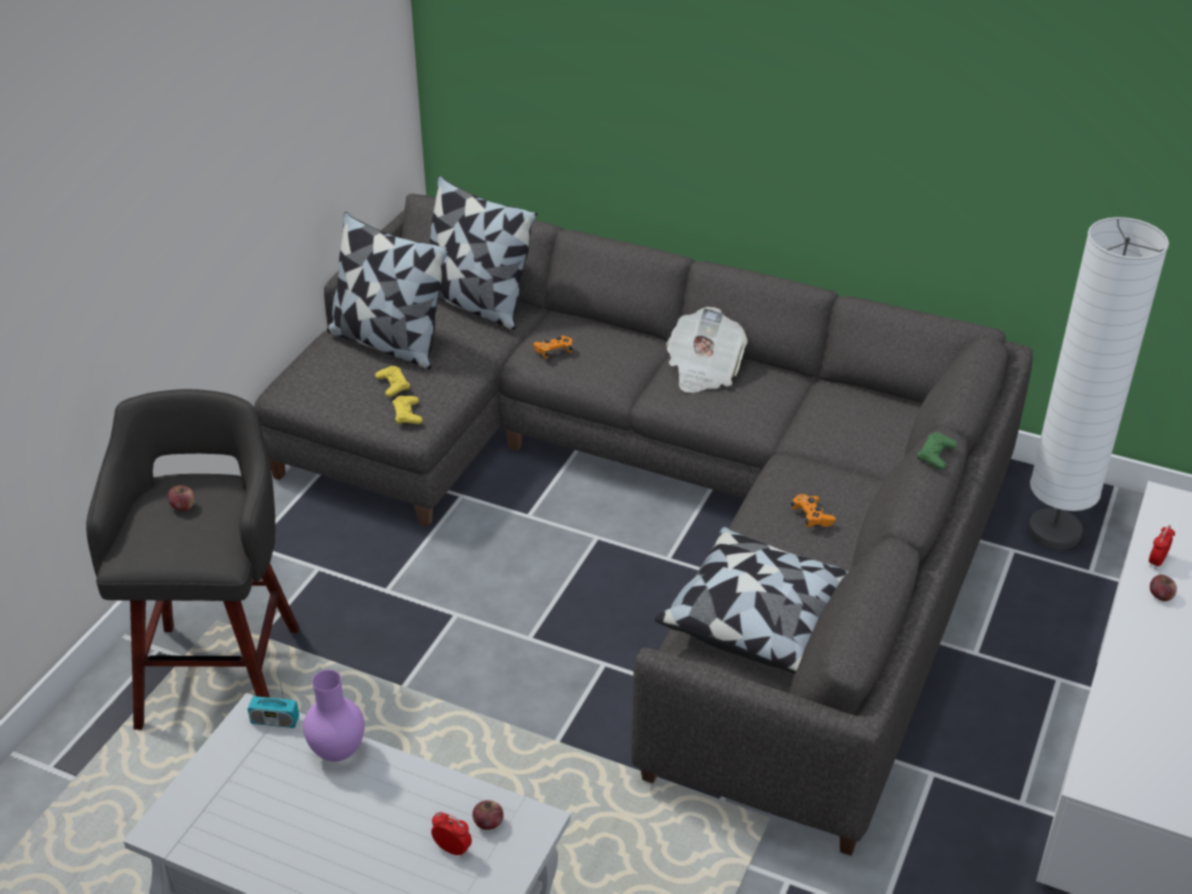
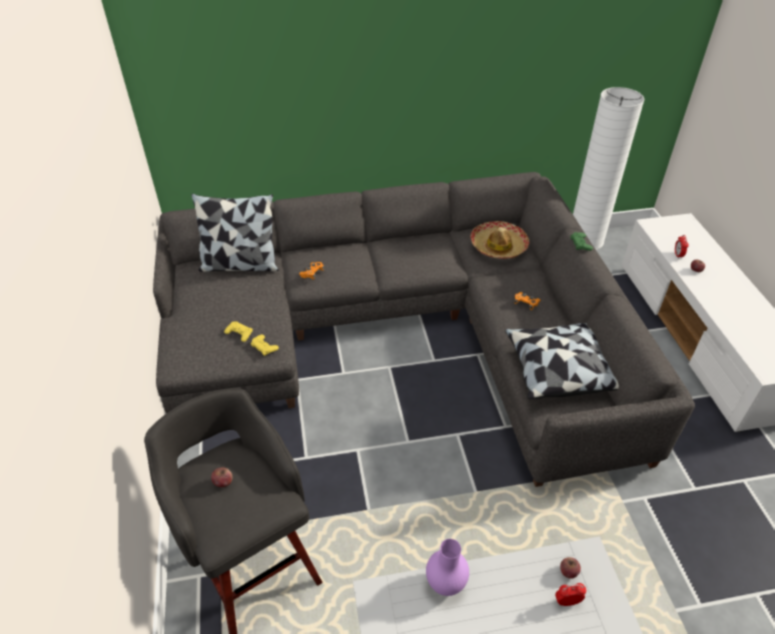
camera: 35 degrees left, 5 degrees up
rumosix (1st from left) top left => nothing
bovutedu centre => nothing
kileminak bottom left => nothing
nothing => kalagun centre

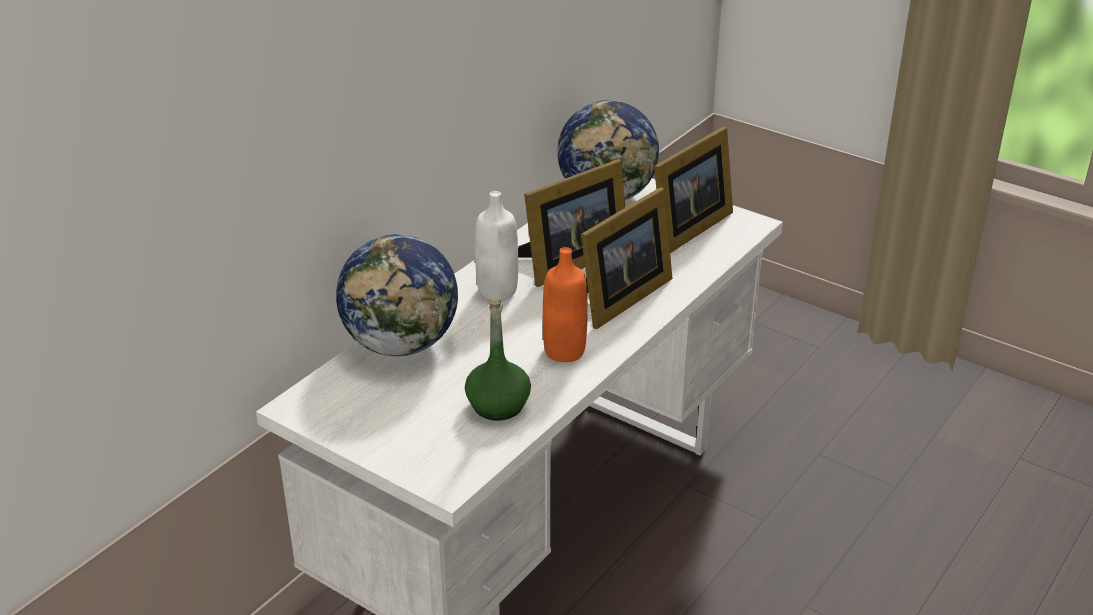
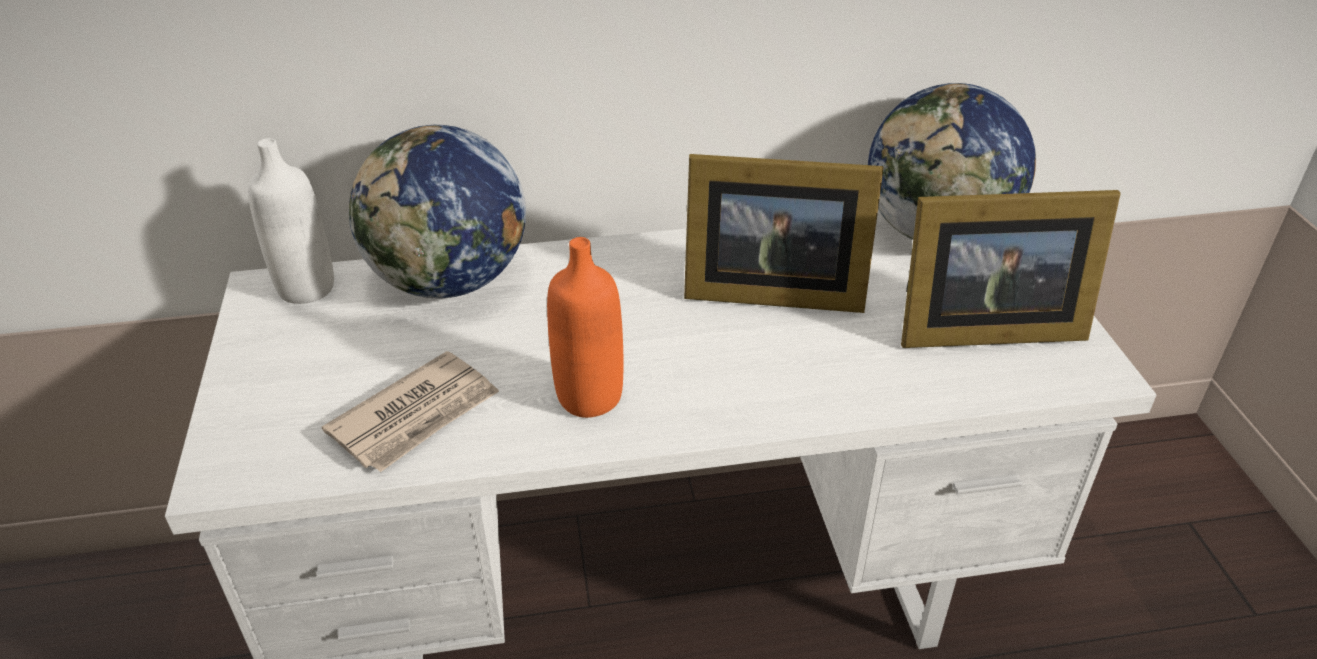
camera: 45 degrees right, 5 degrees up
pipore (2nd from left) centre => nothing
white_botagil centre => white_botagil middle left, move
green_botagil centre => bovutedu middle left

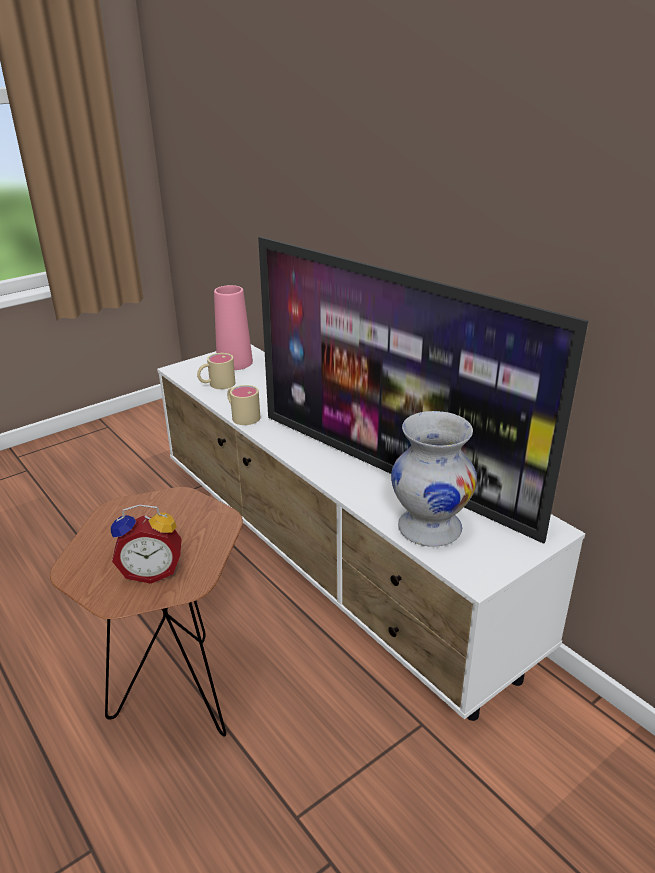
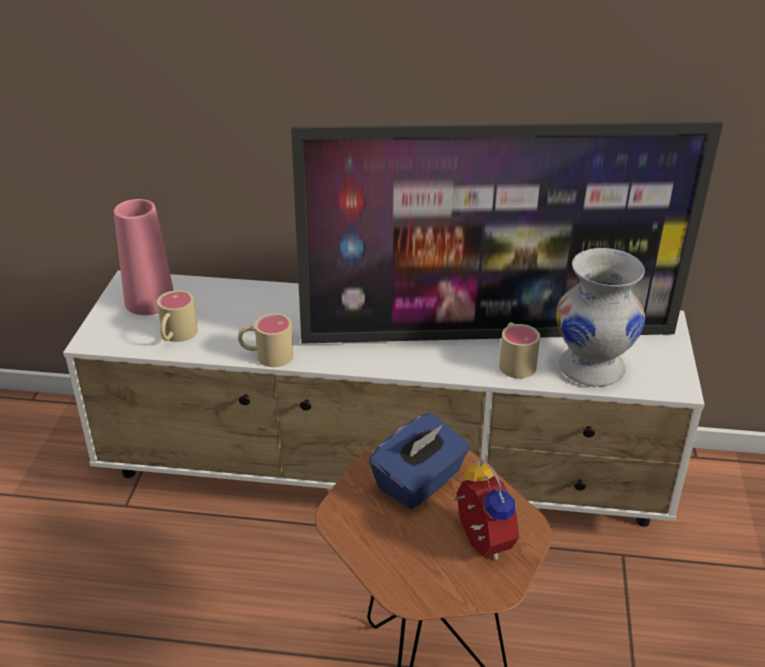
camera: 45 degrees left, 5 degrees up
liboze middle left => liboze bottom centre, 60 degrees counterclockwise
nothing => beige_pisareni (3rd from left) middle right
nothing => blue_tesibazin bottom centre

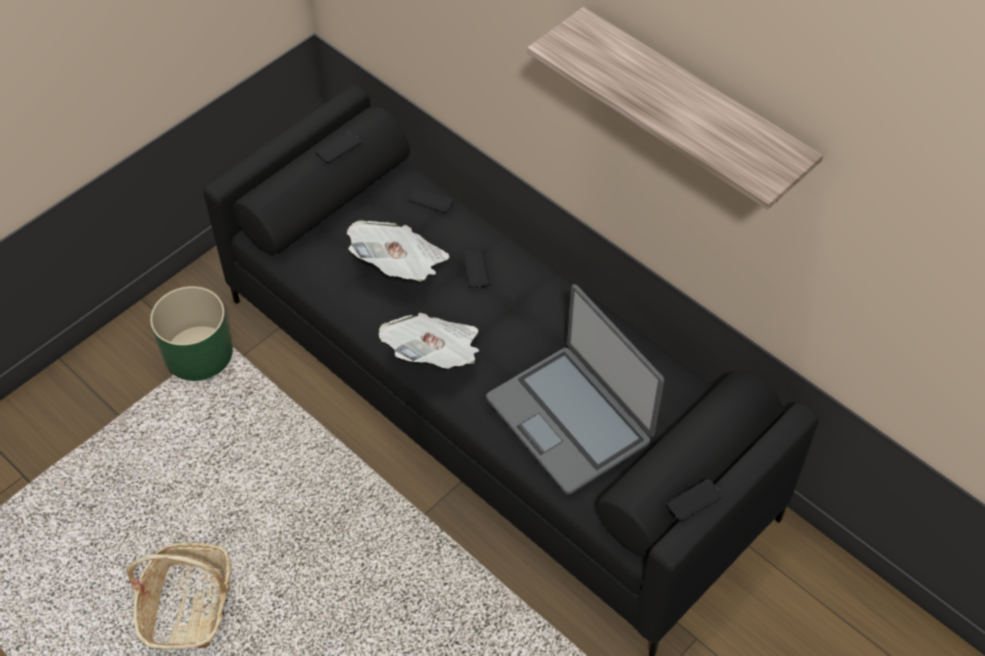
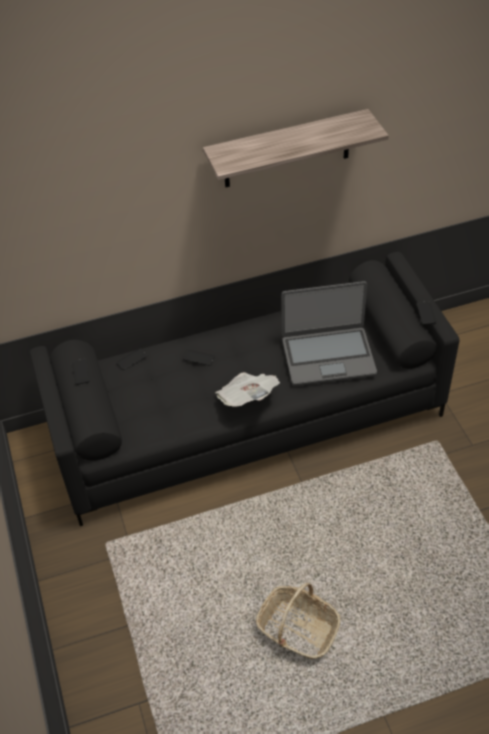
camera: 60 degrees left, 5 degrees down
bovutedu (1st from left) centre => nothing
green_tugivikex middle left => nothing

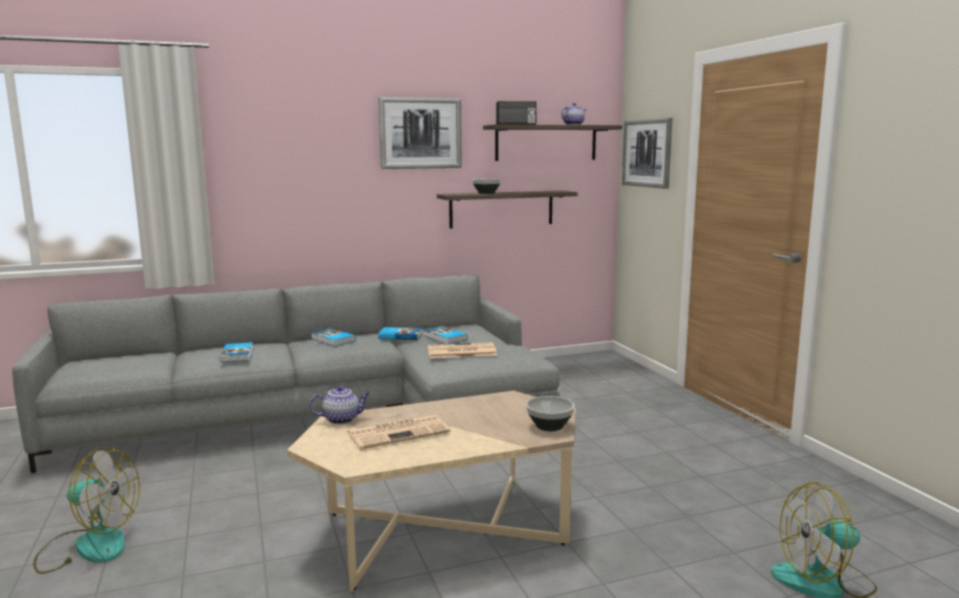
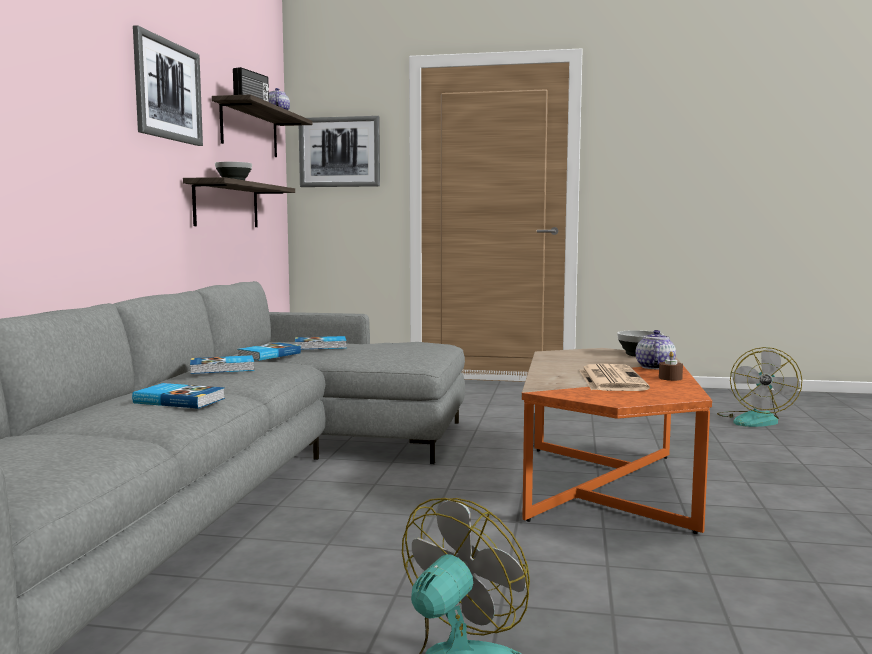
camera: 60 degrees left, 5 degrees down
bovutedu (2nd from left) centre => nothing
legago (1st from left in the first image) bottom centre => legago (2nd from left) middle right, move
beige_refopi bottom centre => orange_refopi bottom right
nothing => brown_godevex middle right

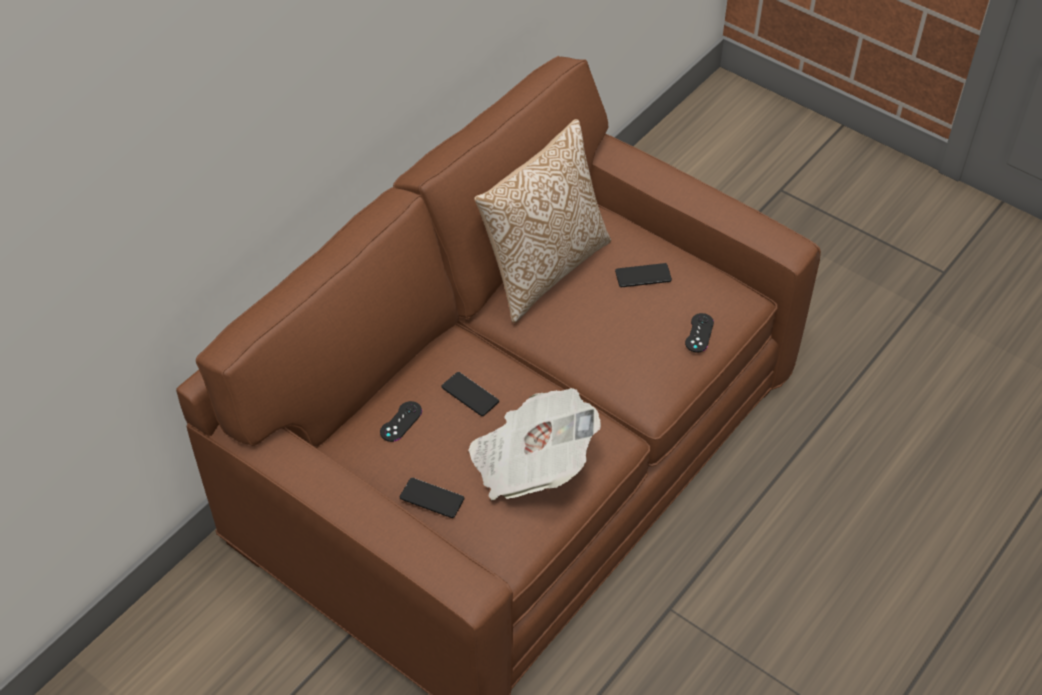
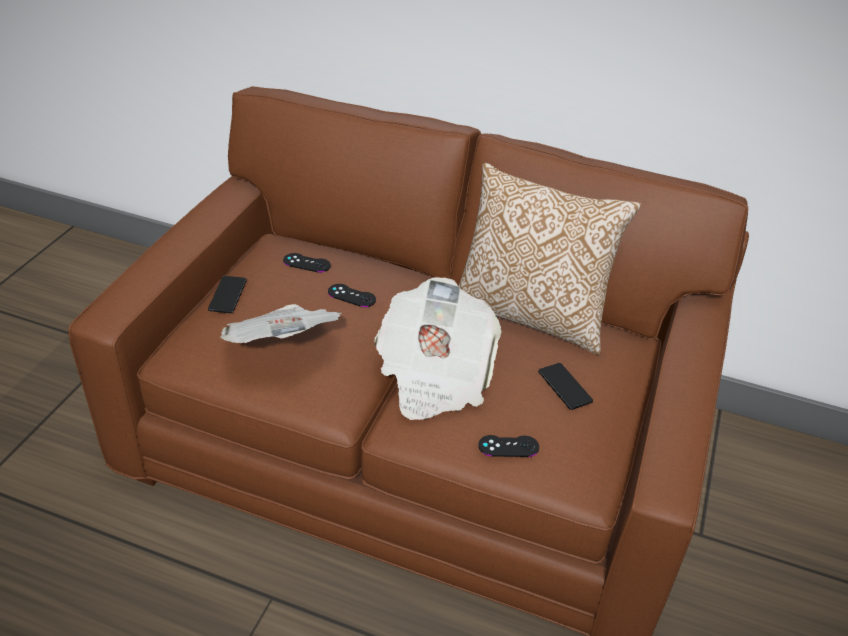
camera: 70 degrees right, 10 degrees down
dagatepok (2nd from left) centre => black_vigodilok (2nd from left) centre
nothing => bovutedu (2nd from left) centre

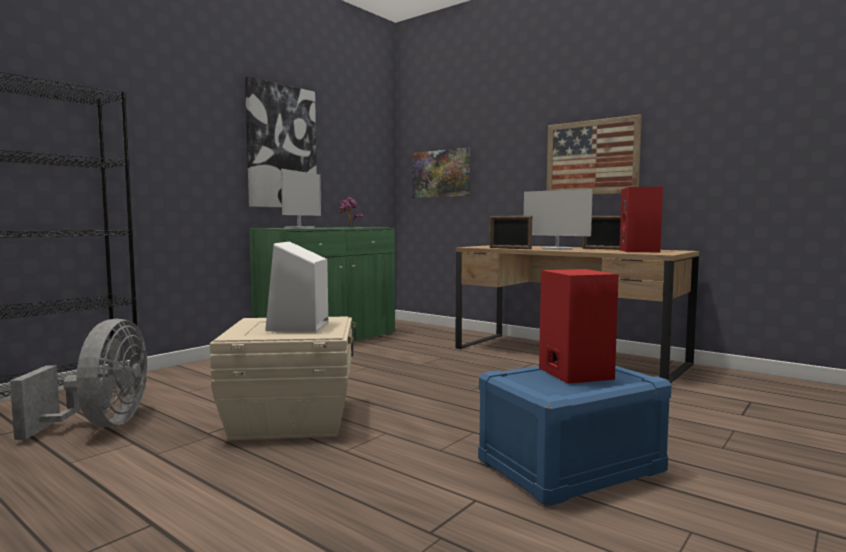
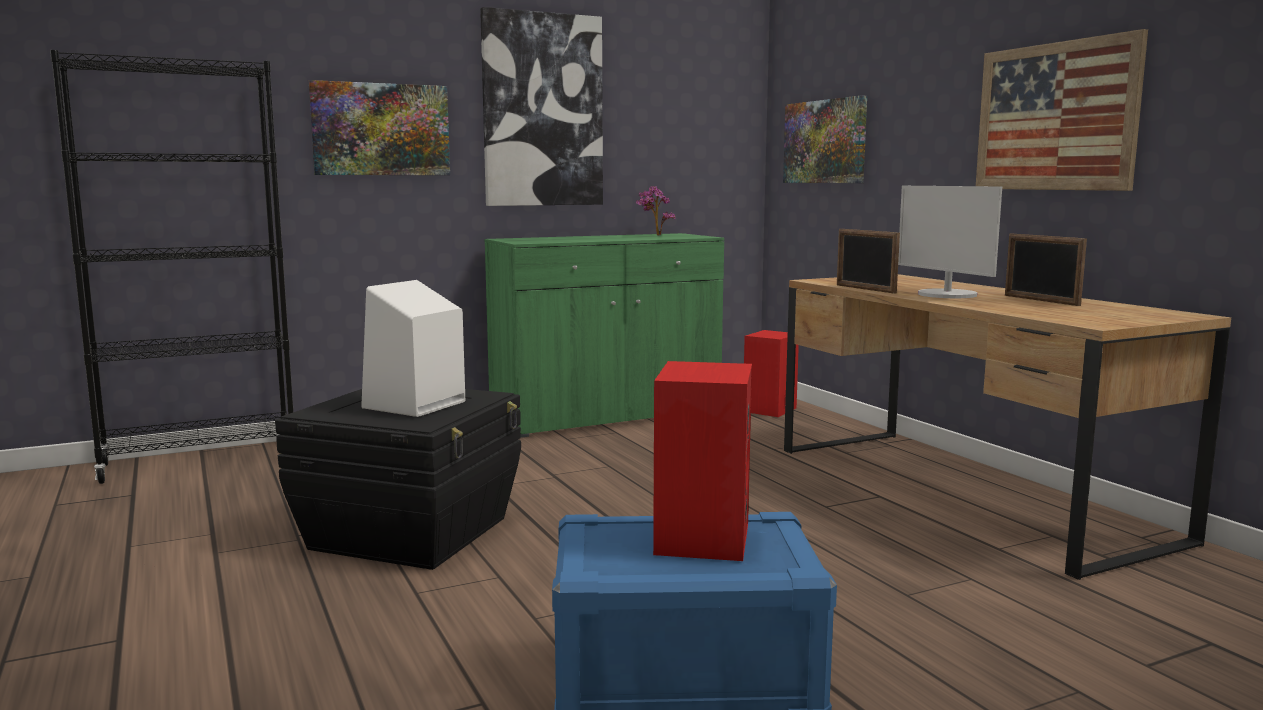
camera: 25 degrees right, 5 degrees up
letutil (1st from left) centre => nothing
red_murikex (2nd from left) middle right => red_murikex (2nd from left) centre, move
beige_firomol bottom centre => black_firomol bottom left
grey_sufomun bottom left => nothing
nothing => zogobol (1st from left) top left

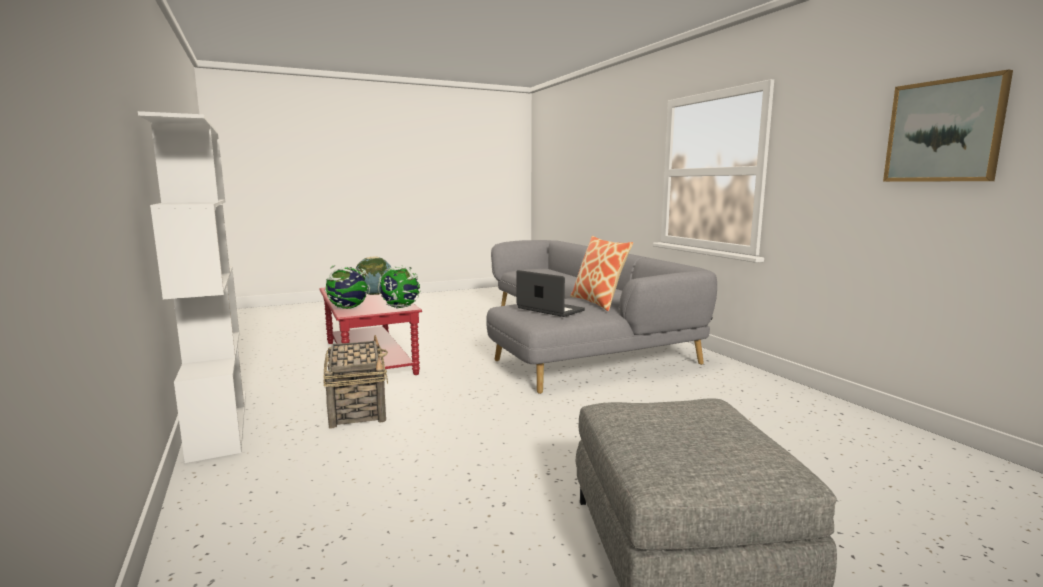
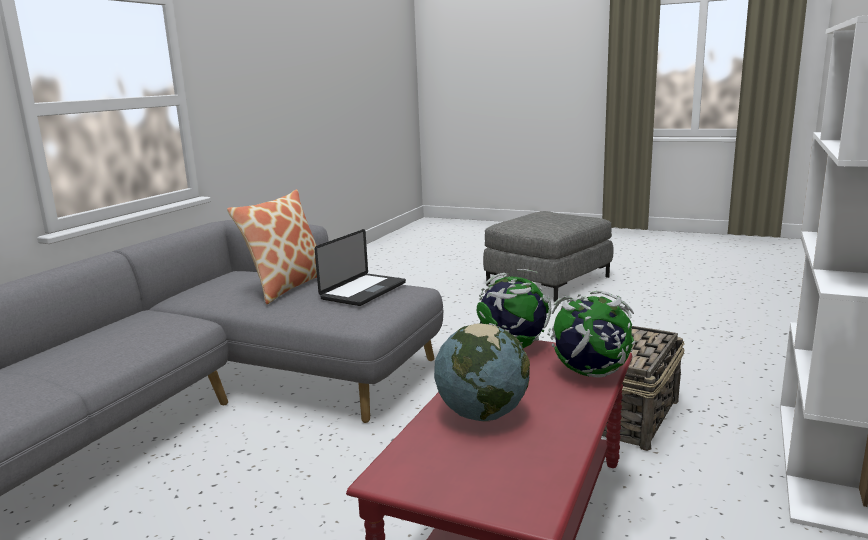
camera: 130 degrees left, 5 degrees up
zogobol top right => nothing
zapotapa centre, 150 degrees counterclockwise

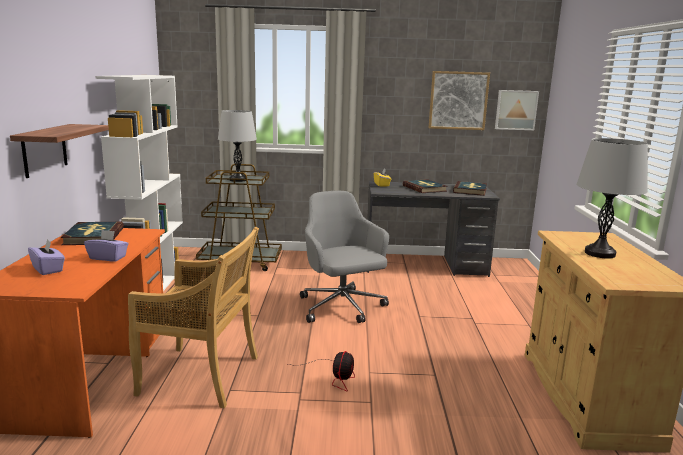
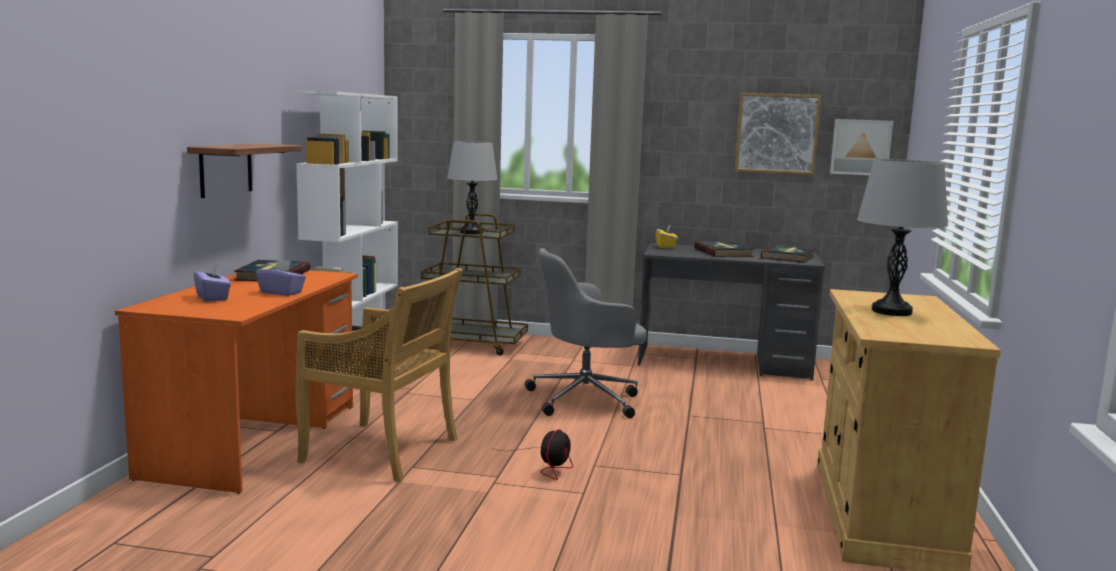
camera: 10 degrees right, 5 degrees down
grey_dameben centre, 90 degrees counterclockwise

